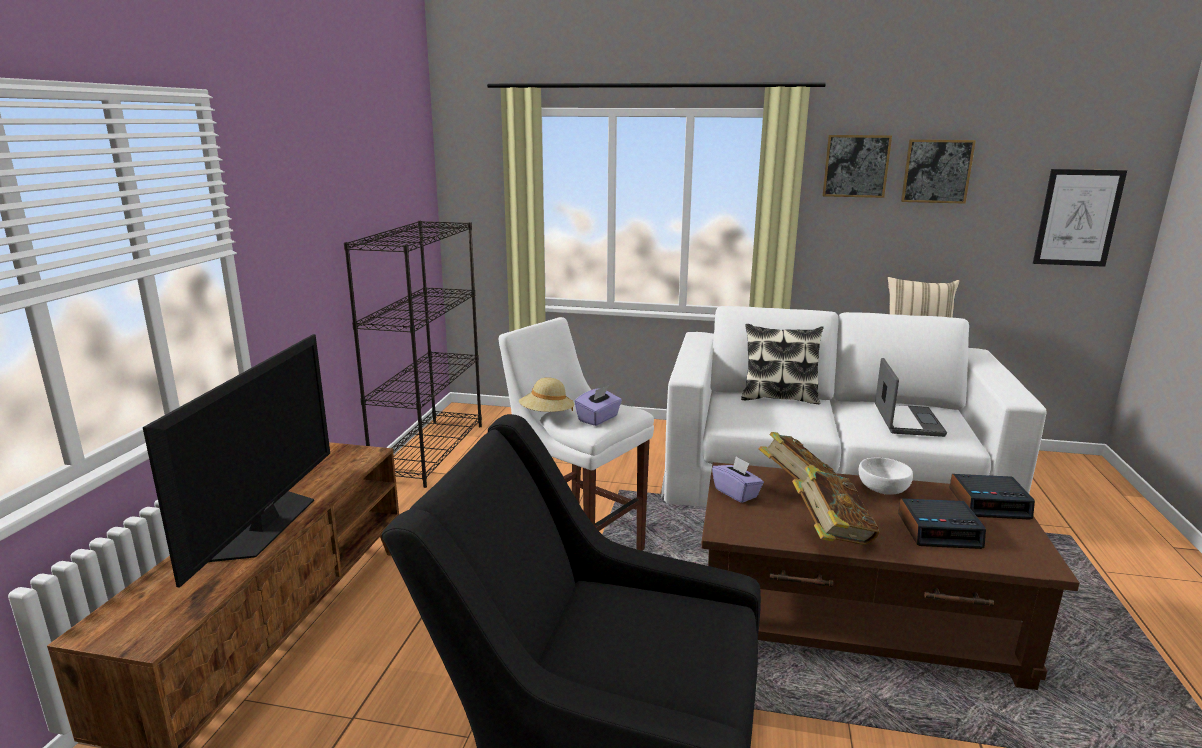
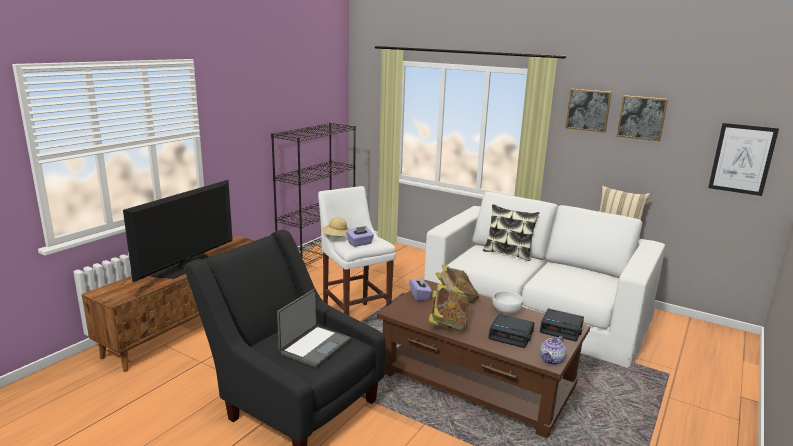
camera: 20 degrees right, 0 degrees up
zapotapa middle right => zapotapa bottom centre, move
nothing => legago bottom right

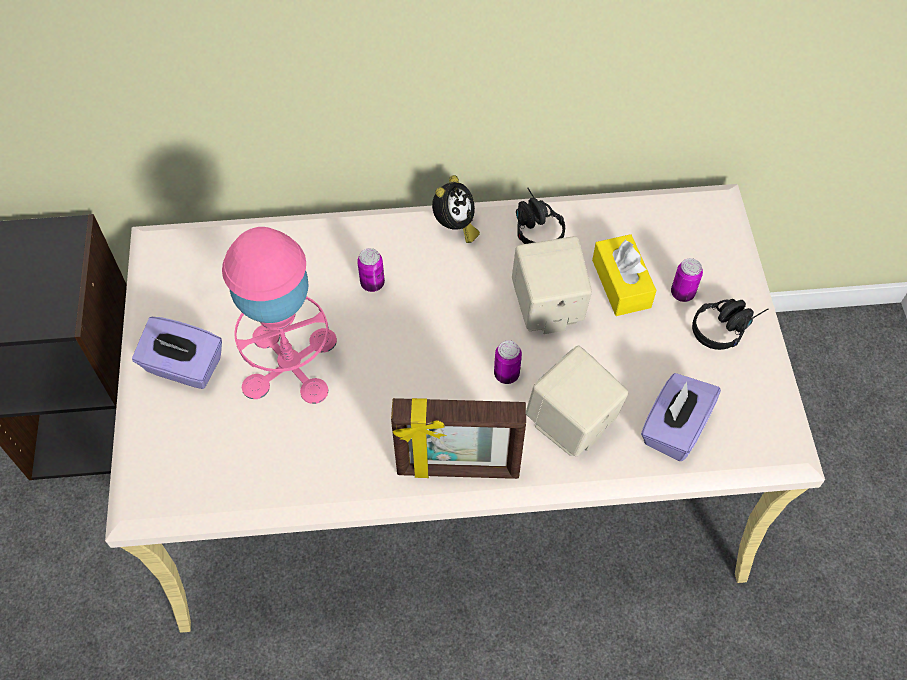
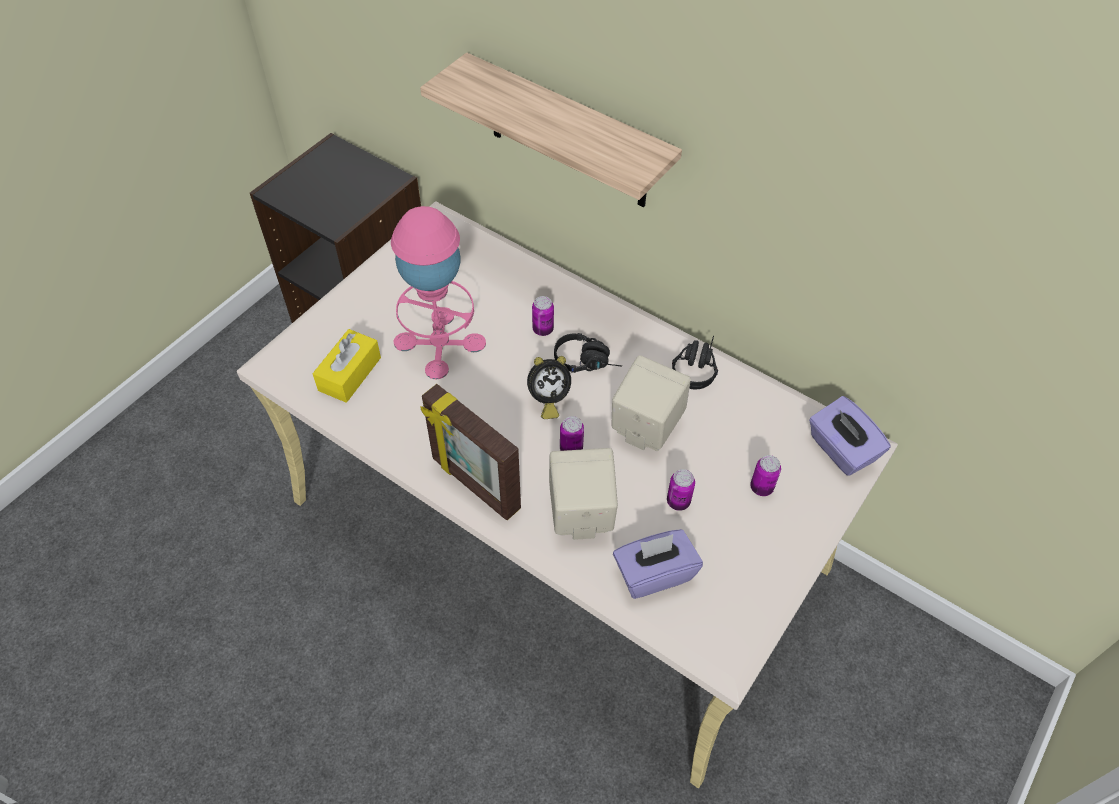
camera: 40 degrees right, 5 degrees down
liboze top centre => liboze centre, move
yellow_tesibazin middle right => yellow_tesibazin middle left, move
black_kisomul (2nd from left in the first image) middle right => black_kisomul (1st from left) centre, move
purple_tesibazin (1st from left in the first image) middle left => purple_tesibazin (2nd from left) middle right, move
nothing => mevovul top centre
nothing => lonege (3rd from left) centre

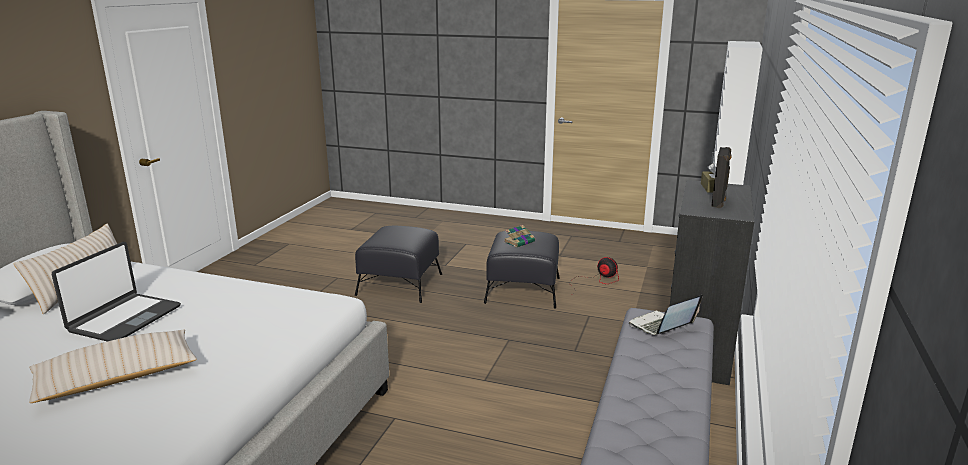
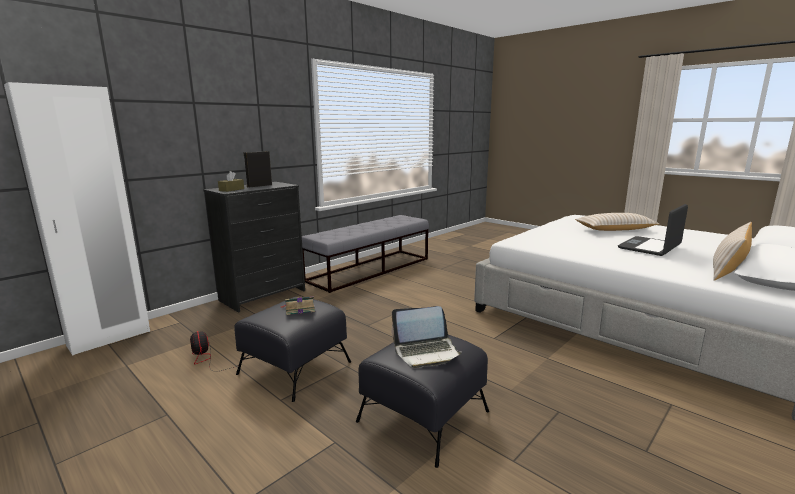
camera: 155 degrees left, 5 degrees down
zapotapa (2nd from left in the first image) bottom right => zapotapa (1st from left) bottom centre, move

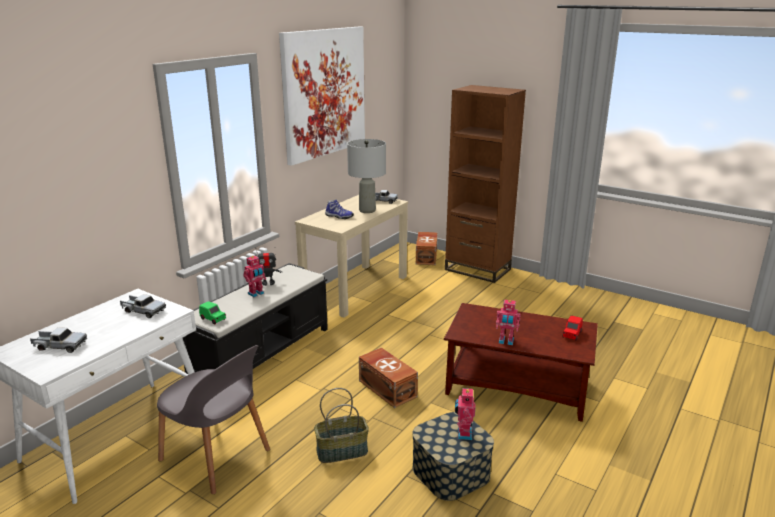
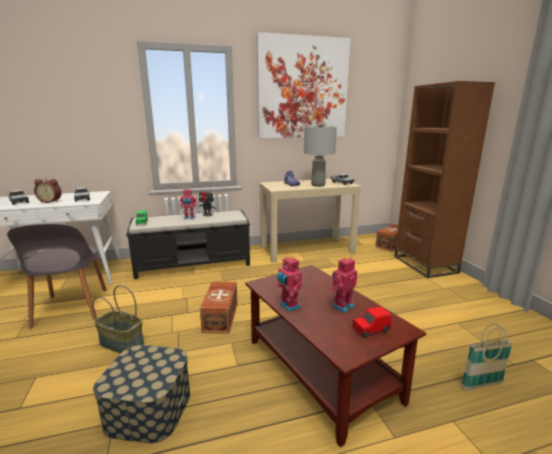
camera: 40 degrees right, 5 degrees down
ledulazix (3rd from left in the first image) bottom centre => ledulazix (4th from left) centre, move
nothing => liboze middle left
nothing => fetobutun (2nd from left) bottom right

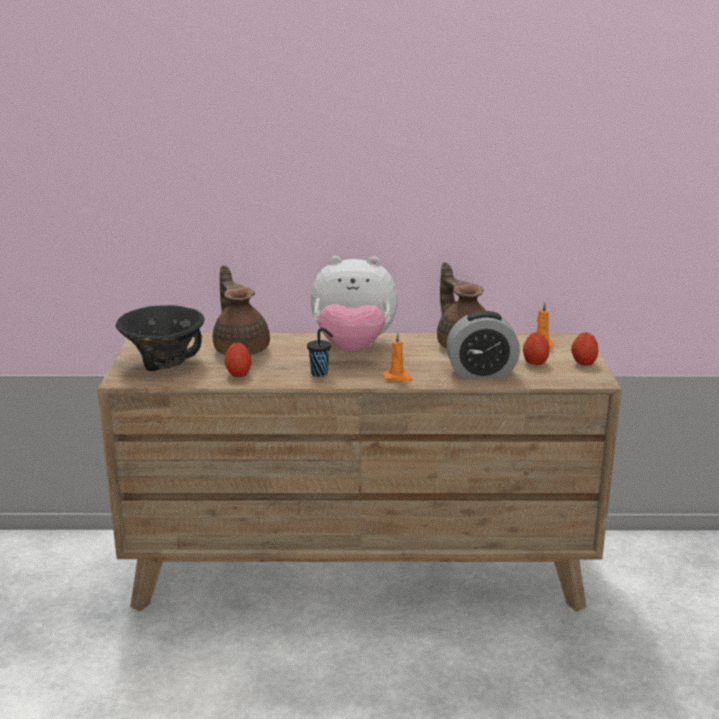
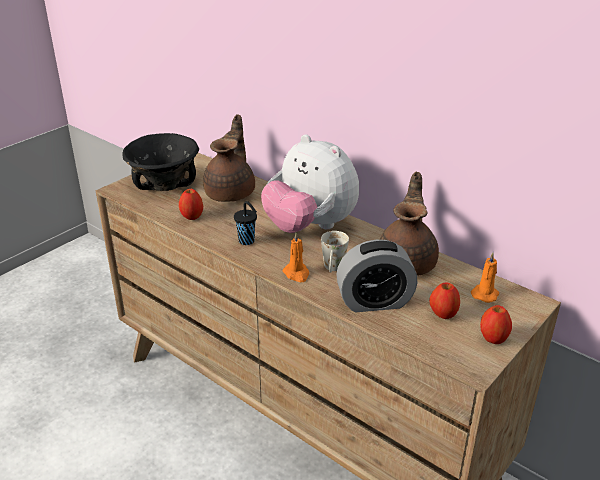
camera: 40 degrees right, 10 degrees up
liboze middle right => liboze centre, 45 degrees counterclockwise
nothing => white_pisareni centre

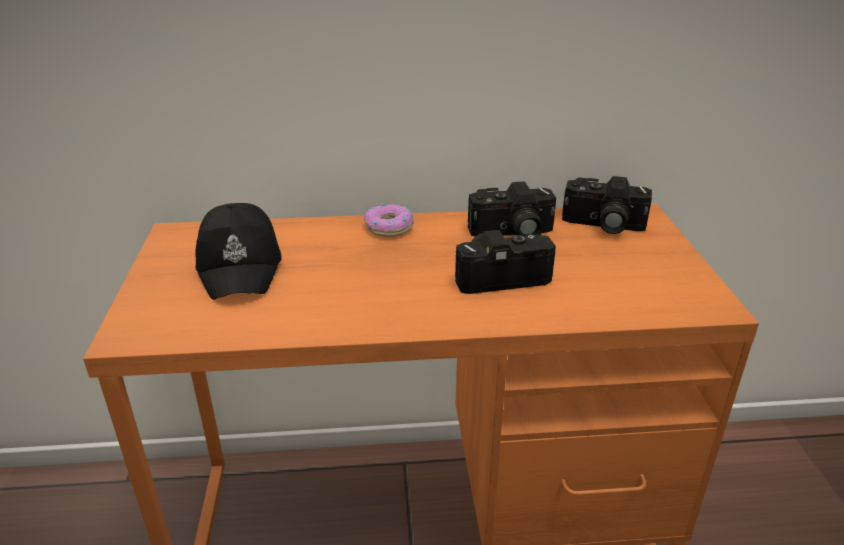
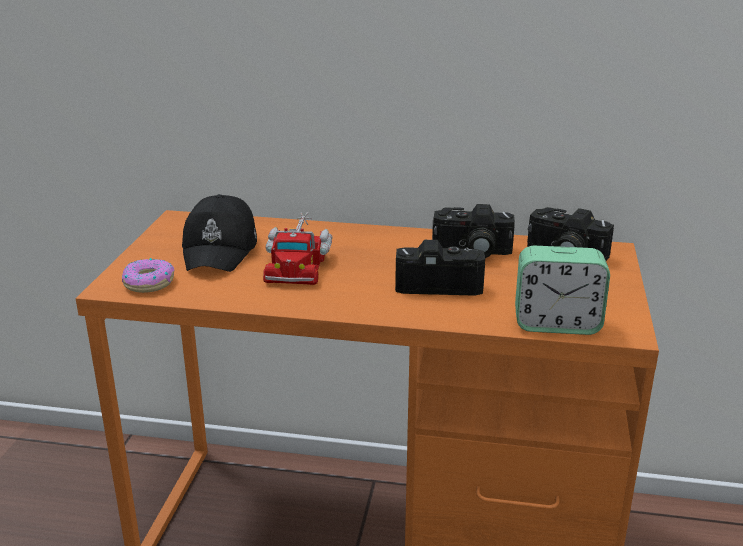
camera: 15 degrees right, 5 degrees down
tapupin centre => tapupin middle left, move
nothing => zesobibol centre
nothing => liboze middle right

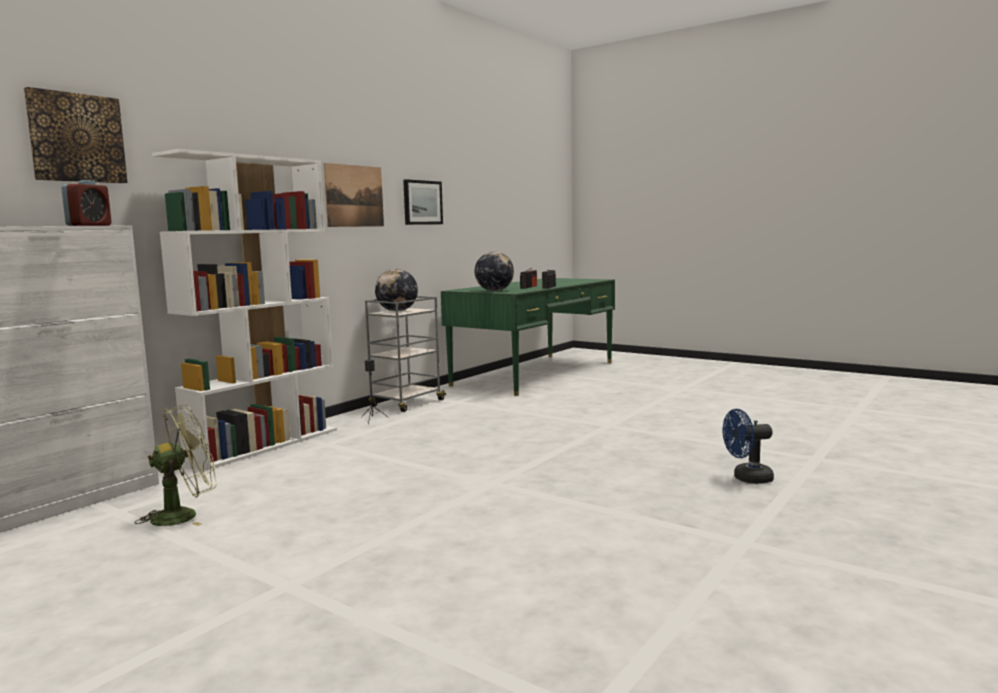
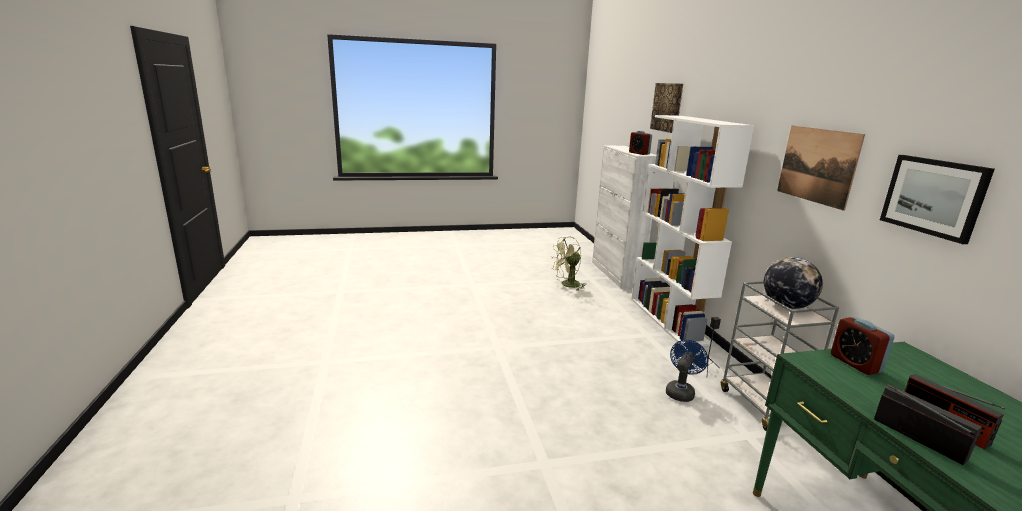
camera: 130 degrees right, 10 degrees up
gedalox (2nd from left) centre => liboze (2nd from left) bottom right
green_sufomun bottom left => green_sufomun centre, 60 degrees clockwise
blue_sufomun middle right => blue_sufomun bottom right, move

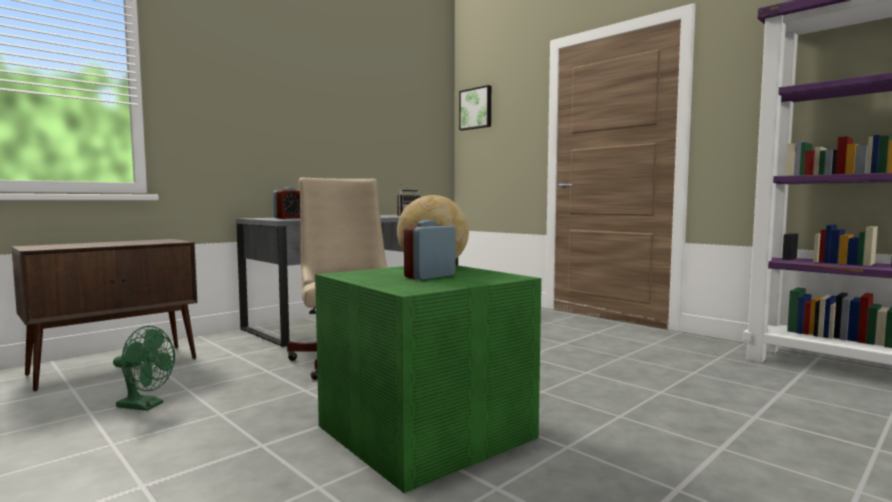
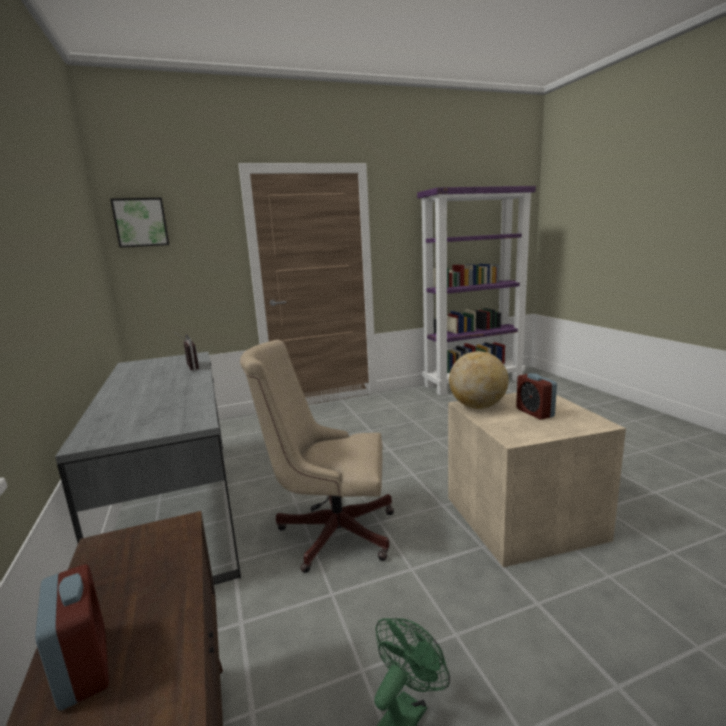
camera: 65 degrees left, 10 degrees up
liboze (1st from left) middle left => liboze (1st from left) bottom left, move
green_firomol bottom centre => beige_firomol middle right

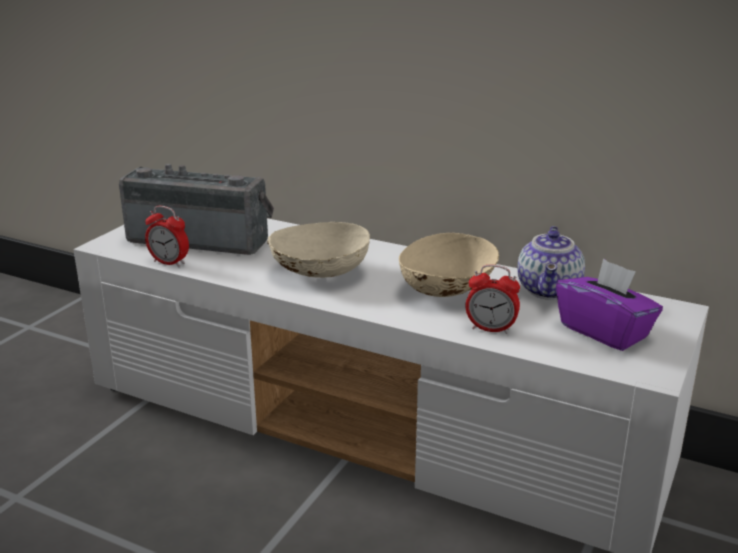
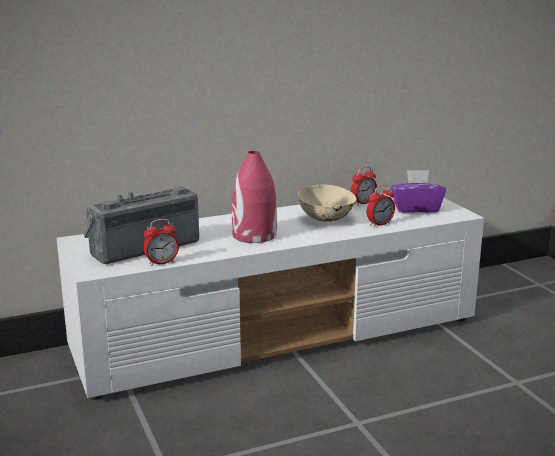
camera: 50 degrees left, 5 degrees down
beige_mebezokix (1st from left) centre => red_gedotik centre
legago middle right => liboze (2nd from left) centre

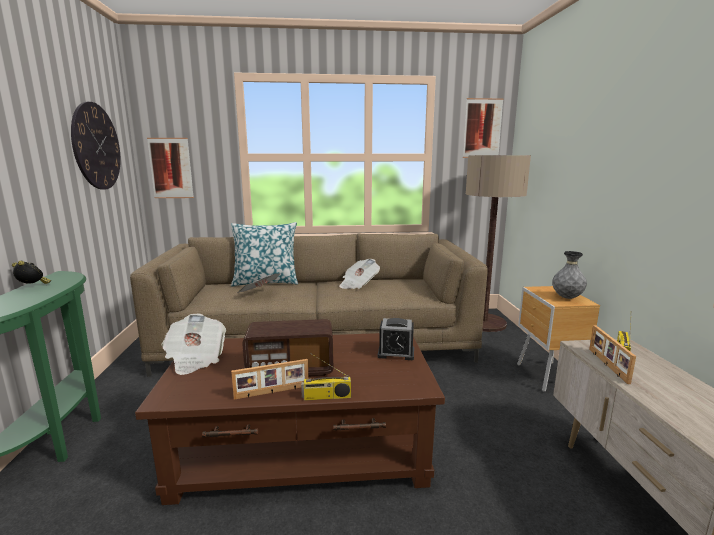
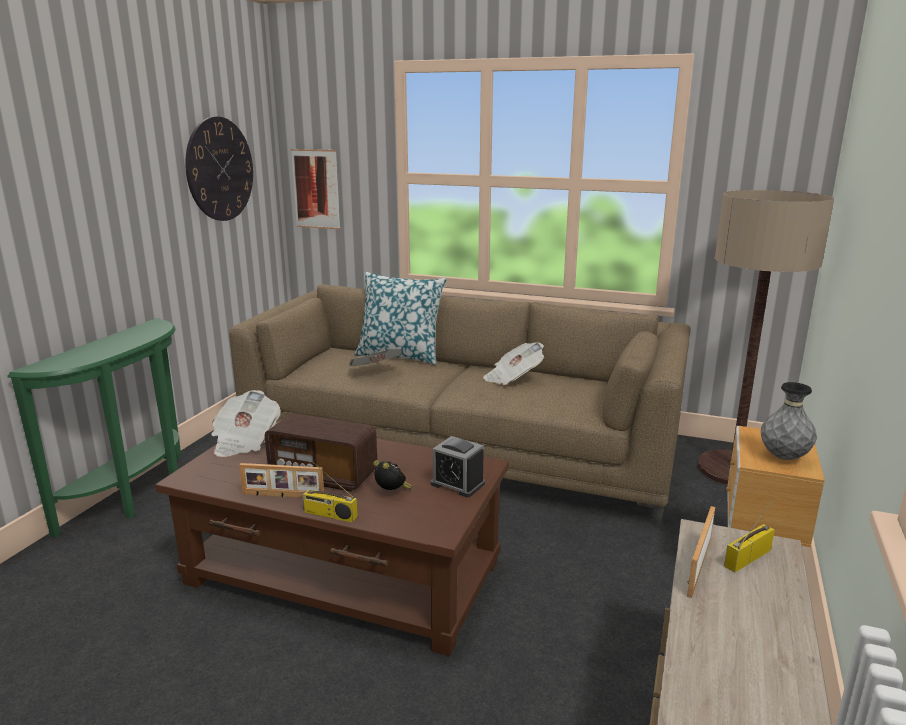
camera: 25 degrees right, 5 degrees up
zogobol (2nd from left) top right => nothing
liboze (1st from left) middle left => liboze (1st from left) centre, move

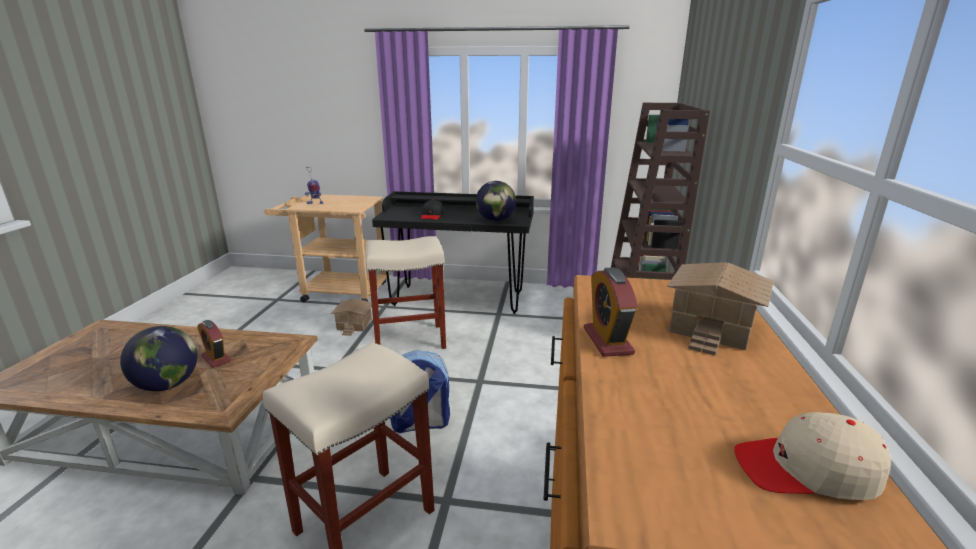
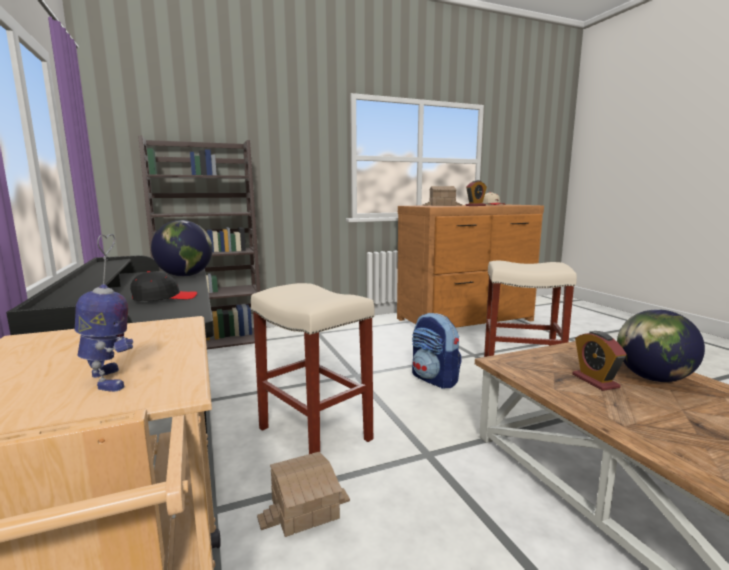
camera: 120 degrees left, 10 degrees down
liboze (1st from left in the first image) middle left => liboze (2nd from left) middle right, 150 degrees clockwise

